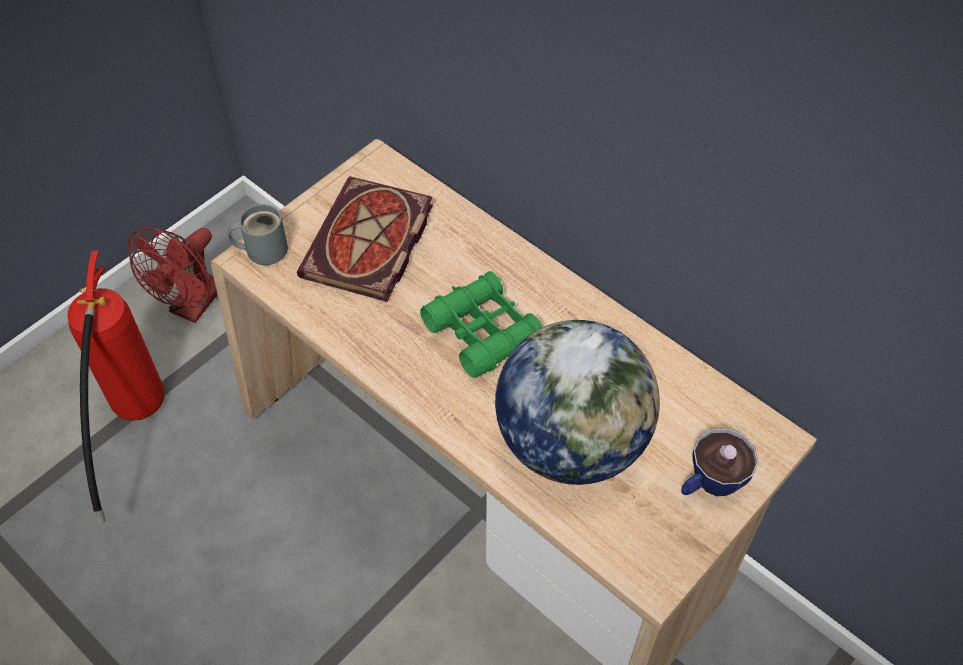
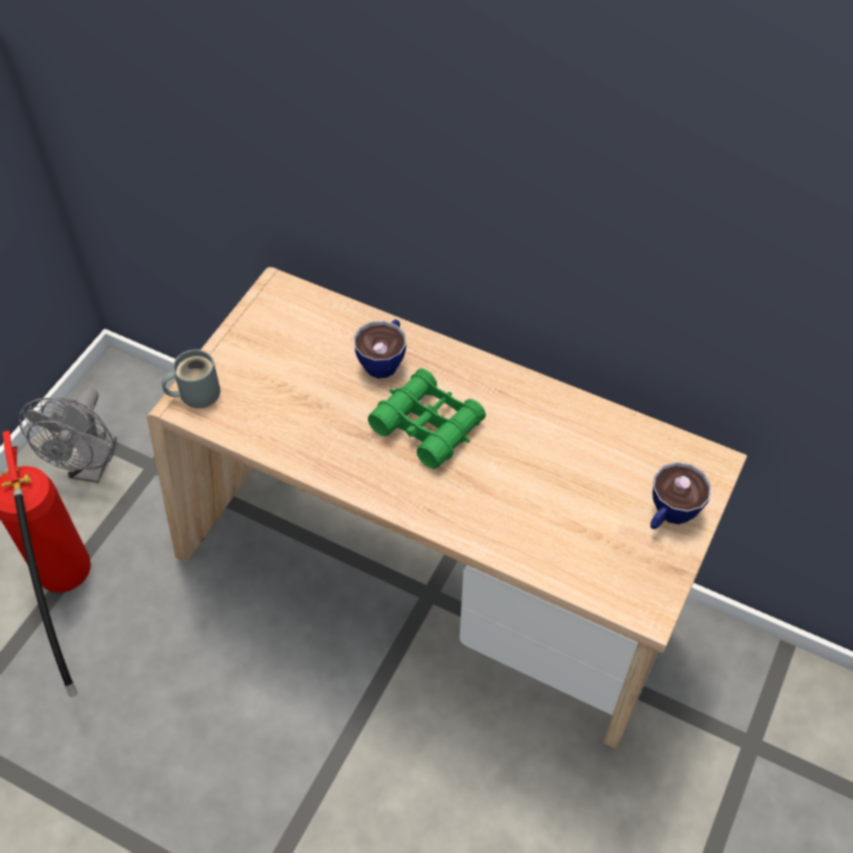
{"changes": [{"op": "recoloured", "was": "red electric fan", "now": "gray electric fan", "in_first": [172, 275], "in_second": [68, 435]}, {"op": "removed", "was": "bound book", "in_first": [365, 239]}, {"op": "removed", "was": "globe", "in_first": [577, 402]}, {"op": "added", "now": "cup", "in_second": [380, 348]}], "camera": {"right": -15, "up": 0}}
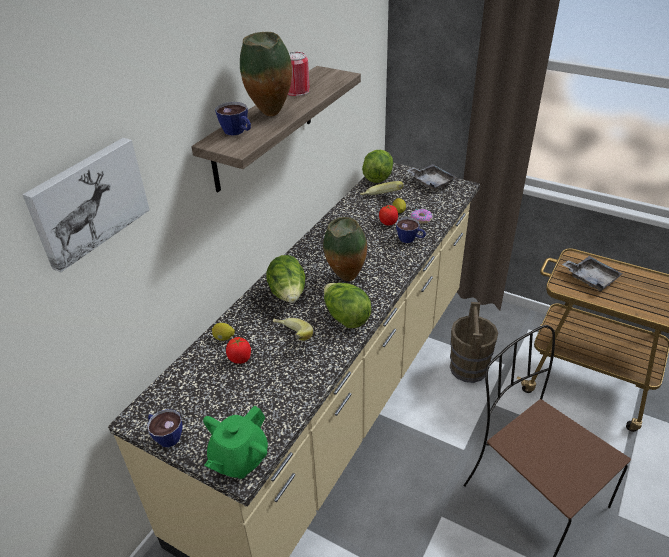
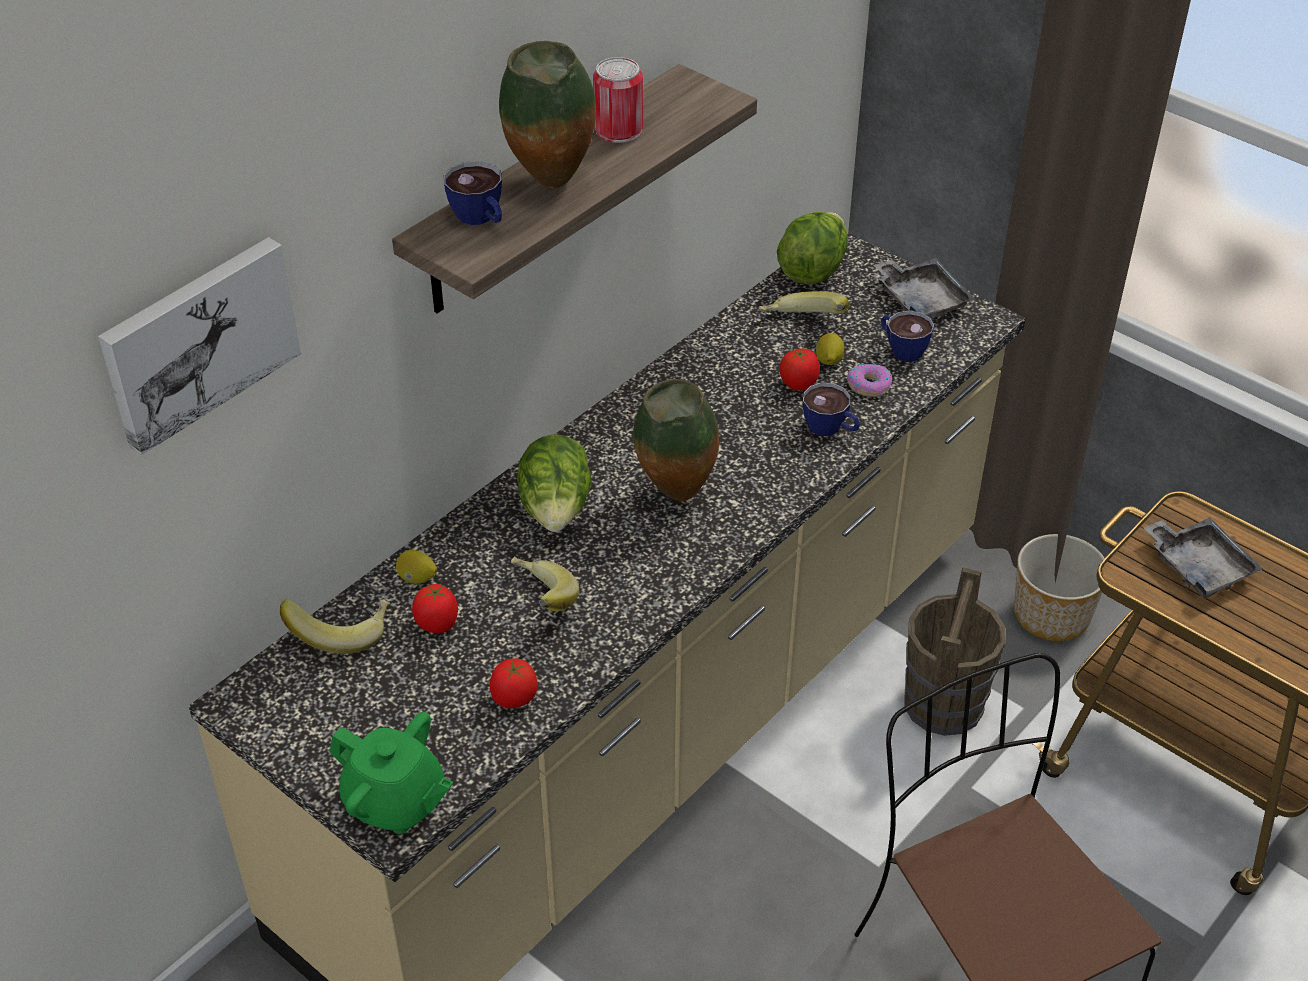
{"changes": [{"op": "moved", "was": "cup", "in_first": [164, 428], "in_second": [907, 336]}, {"op": "turned", "was": "green-coloured teapot", "in_first": [235, 442], "in_second": [391, 773], "clockwise": -105}, {"op": "removed", "was": "lettuce head", "in_first": [348, 305]}, {"op": "added", "now": "banana fruit", "in_second": [335, 626]}, {"op": "added", "now": "whole tomato", "in_second": [513, 683]}, {"op": "added", "now": "flower pot", "in_second": [1059, 587]}], "camera": {"right": 10, "up": 5}}
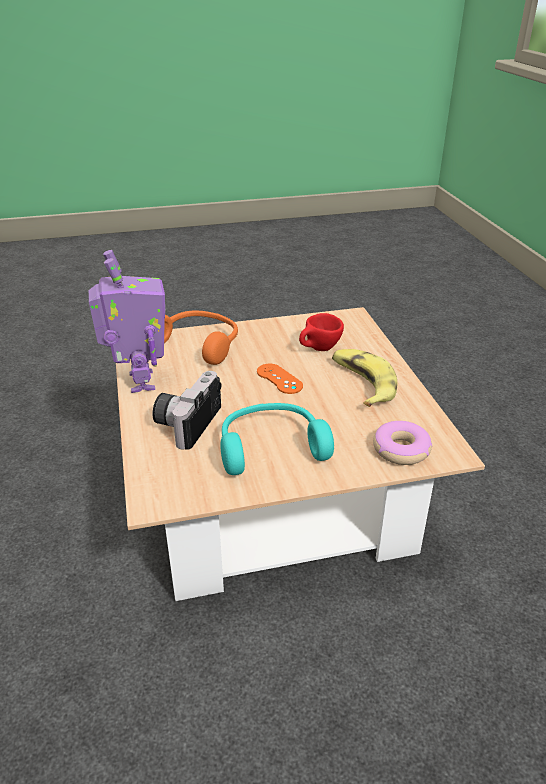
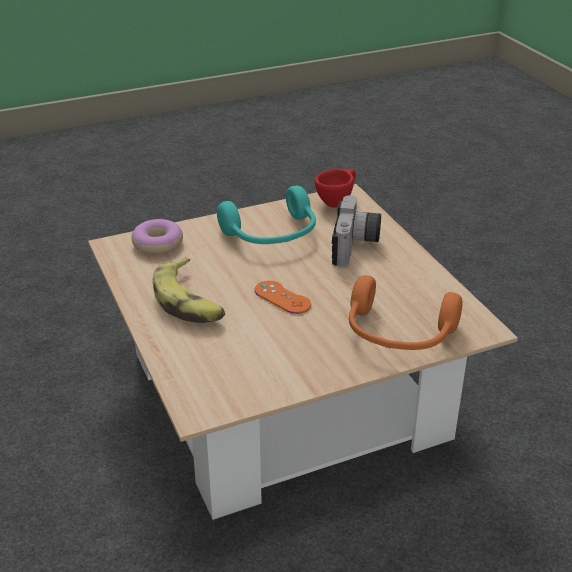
{"changes": [{"op": "removed", "was": "model robot", "in_first": [127, 321]}, {"op": "moved", "was": "red cup", "in_first": [321, 332], "in_second": [335, 188]}], "camera": {"right": 170, "up": 0}}
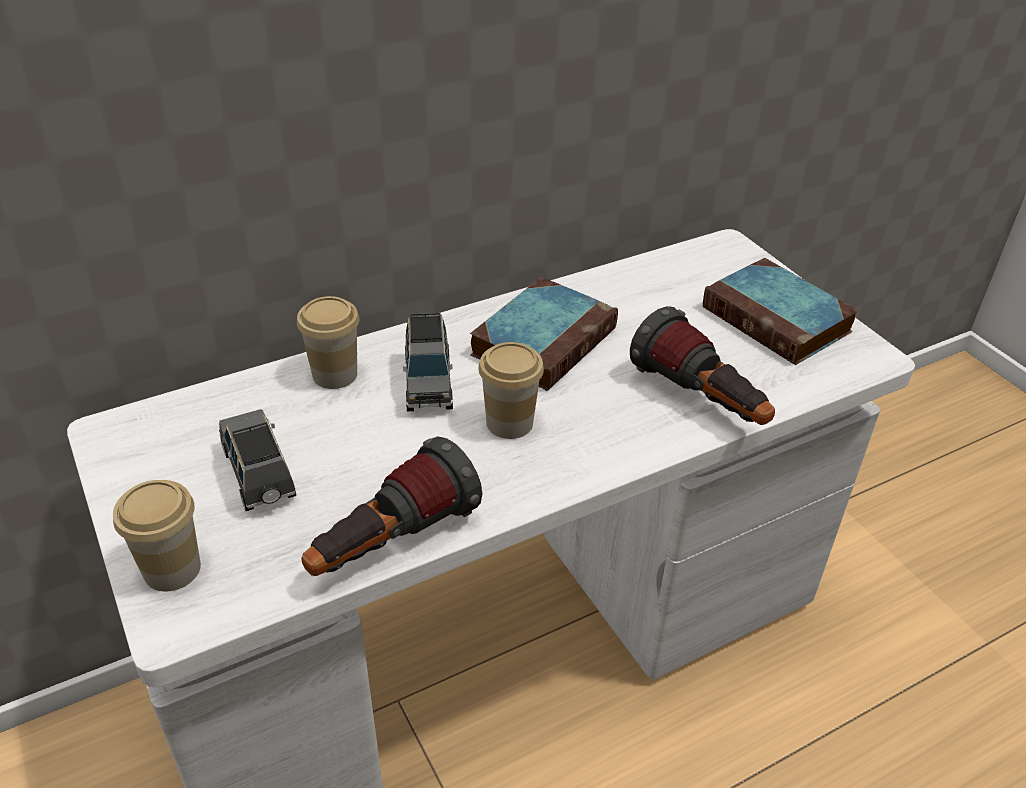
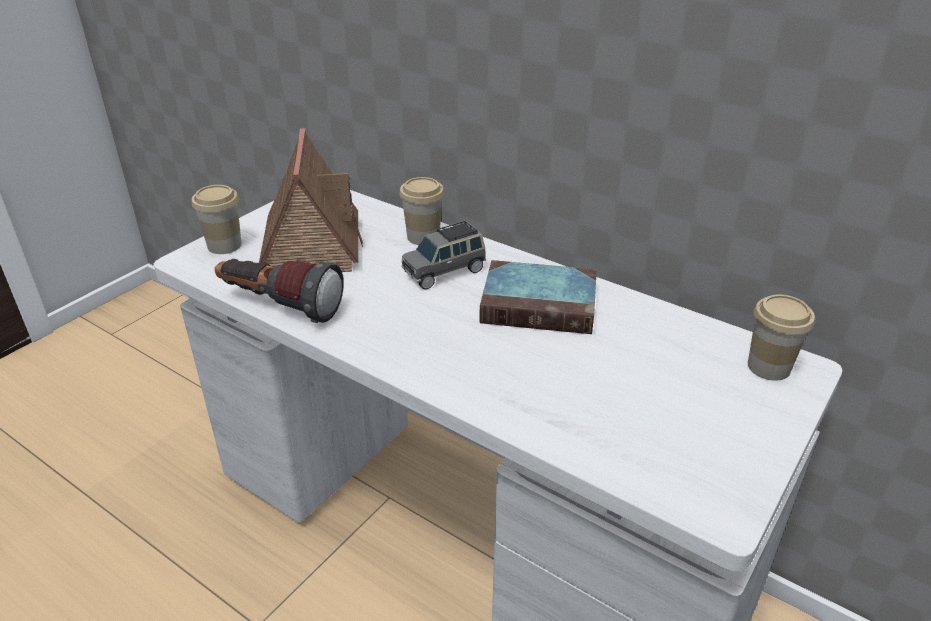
{"changes": [{"op": "replaced", "was": "gray miniature car", "now": "model house", "in_first": [257, 460], "in_second": [311, 200]}, {"op": "moved", "was": "cup", "in_first": [511, 390], "in_second": [781, 337]}, {"op": "removed", "was": "flashlight", "in_first": [702, 365]}, {"op": "removed", "was": "bound book", "in_first": [781, 311]}], "camera": {"right": 65, "up": -5}}
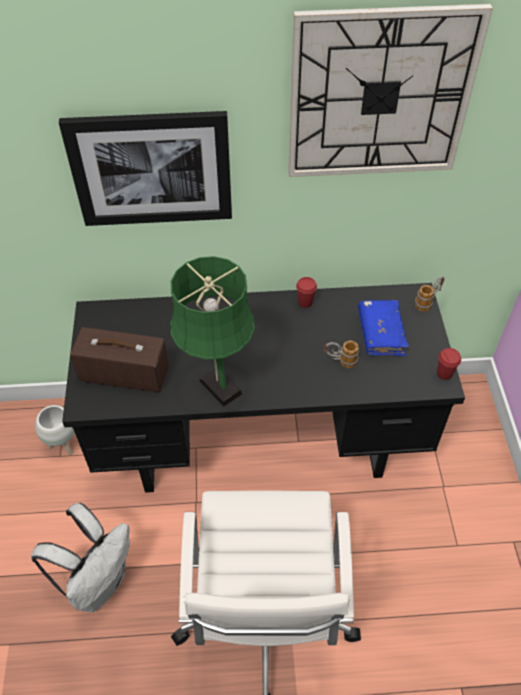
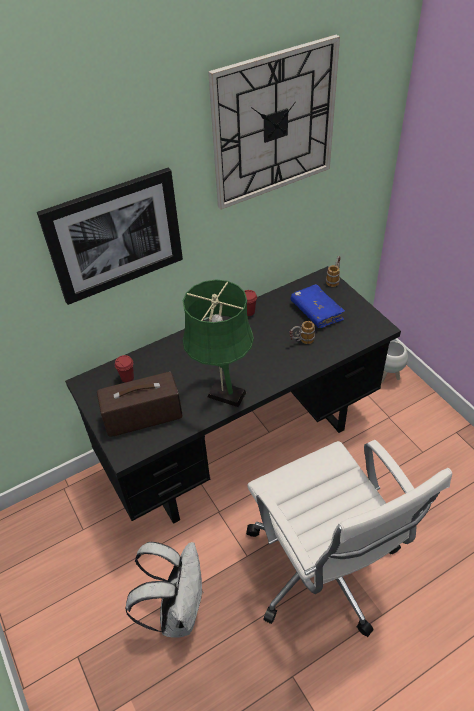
{"changes": [{"op": "moved", "was": "white-coloured flower pot", "in_first": [55, 430], "in_second": [394, 362]}, {"op": "moved", "was": "red cup", "in_first": [449, 364], "in_second": [124, 369]}], "camera": {"right": -25, "up": -5}}
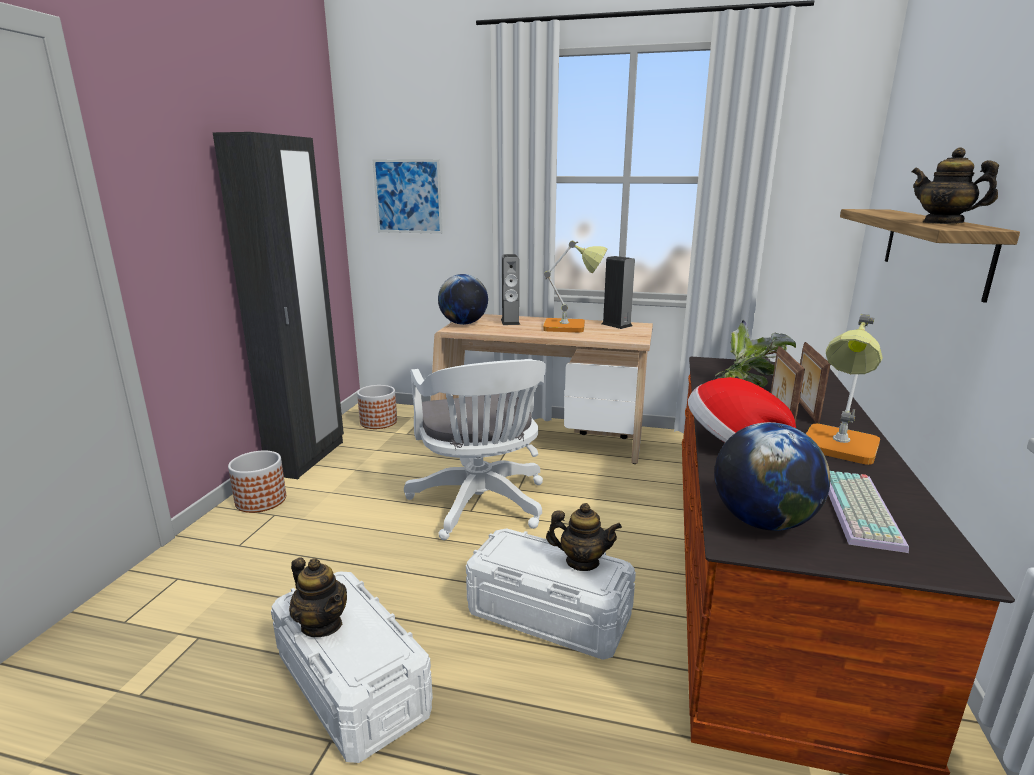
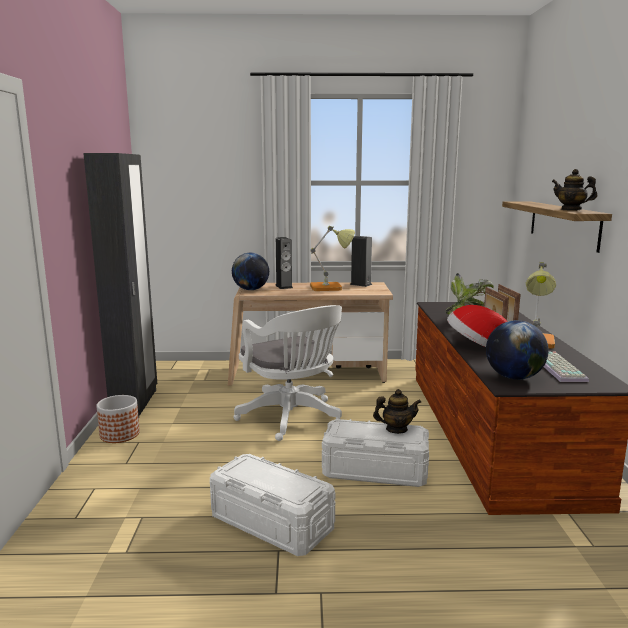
{"changes": [{"op": "removed", "was": "teapot", "in_first": [318, 597]}, {"op": "removed", "was": "flower pot", "in_first": [377, 407]}, {"op": "removed", "was": "wall art", "in_first": [407, 196]}], "camera": {"right": -15, "up": -5}}
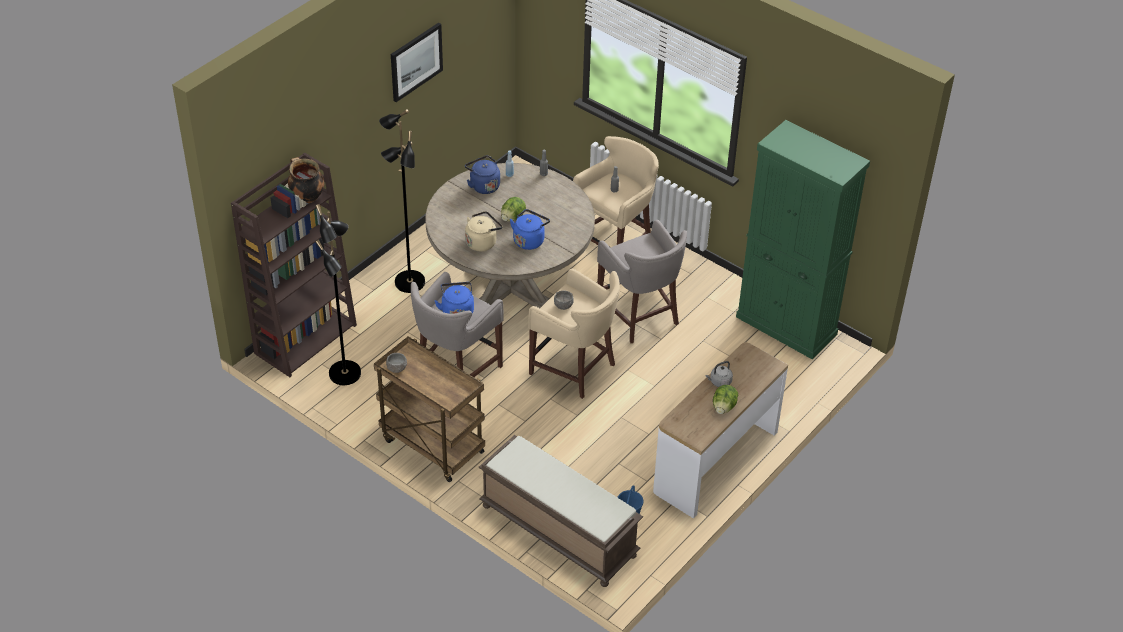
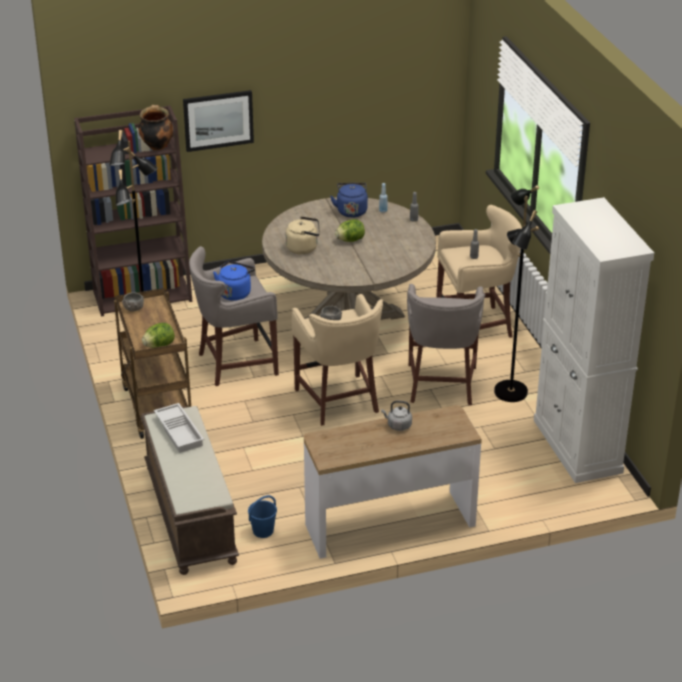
{"changes": [{"op": "moved", "was": "black standing lamp", "in_first": [402, 201], "in_second": [516, 293]}, {"op": "moved", "was": "wall art", "in_first": [417, 62], "in_second": [218, 121]}, {"op": "removed", "was": "blue tea kettle", "in_first": [530, 229]}, {"op": "moved", "was": "lettuce head", "in_first": [725, 399], "in_second": [158, 335]}, {"op": "recoloured", "was": "green-coloured cupboard", "now": "white-coloured cupboard", "in_first": [803, 239], "in_second": [594, 340]}, {"op": "added", "now": "white-coloured carrying tray", "in_second": [179, 428]}], "camera": {"right": 35, "up": -10}}
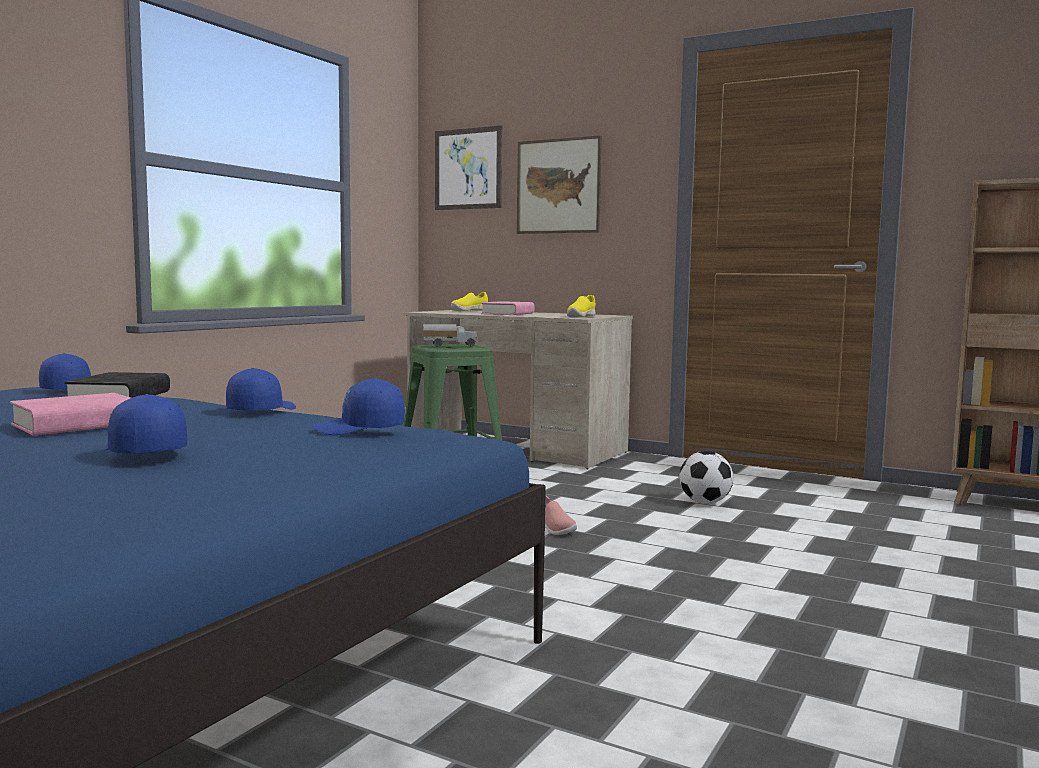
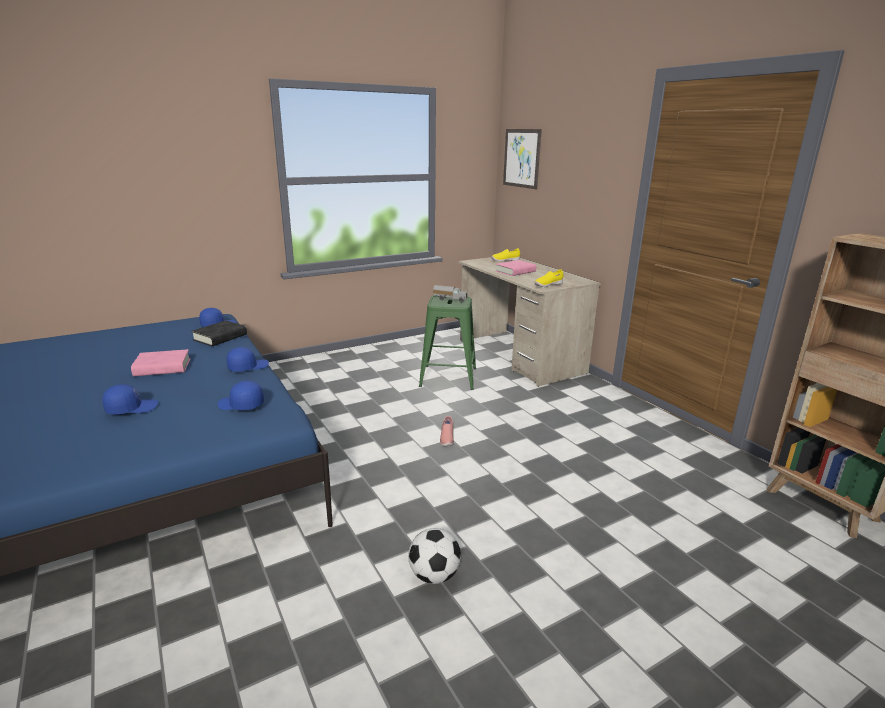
{"changes": [{"op": "turned", "was": "blue cap", "in_first": [145, 424], "in_second": [130, 399], "clockwise": 75}, {"op": "removed", "was": "wall art", "in_first": [559, 184]}, {"op": "moved", "was": "football ball", "in_first": [706, 477], "in_second": [434, 556]}], "camera": {"right": 30, "up": 15}}
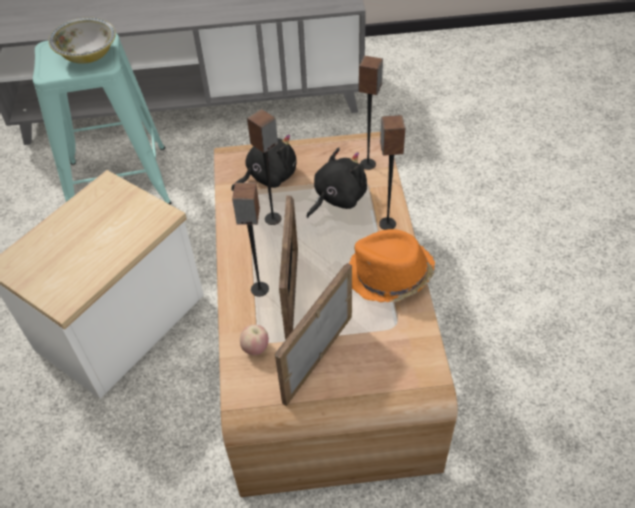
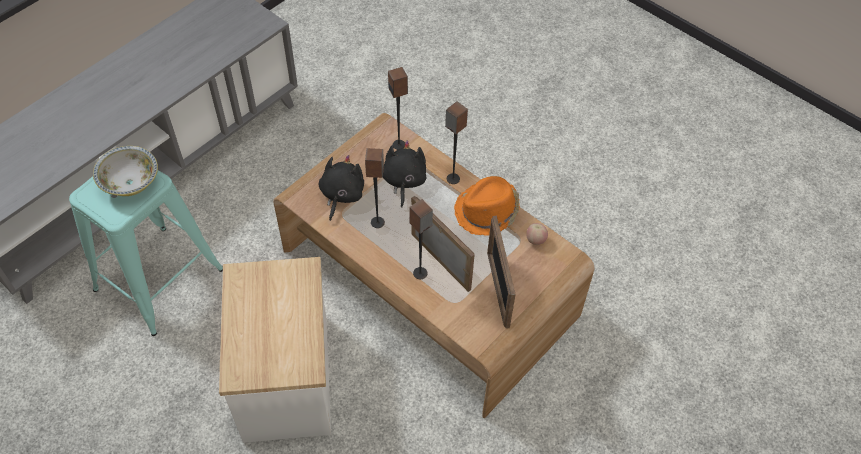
{"changes": [{"op": "moved", "was": "apple", "in_first": [254, 340], "in_second": [537, 234]}], "camera": {"right": -45, "up": 5}}
